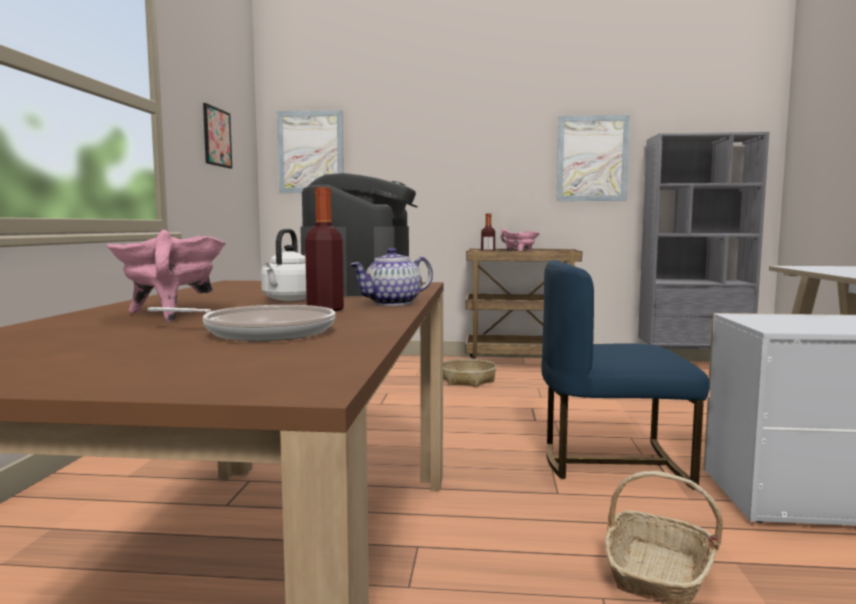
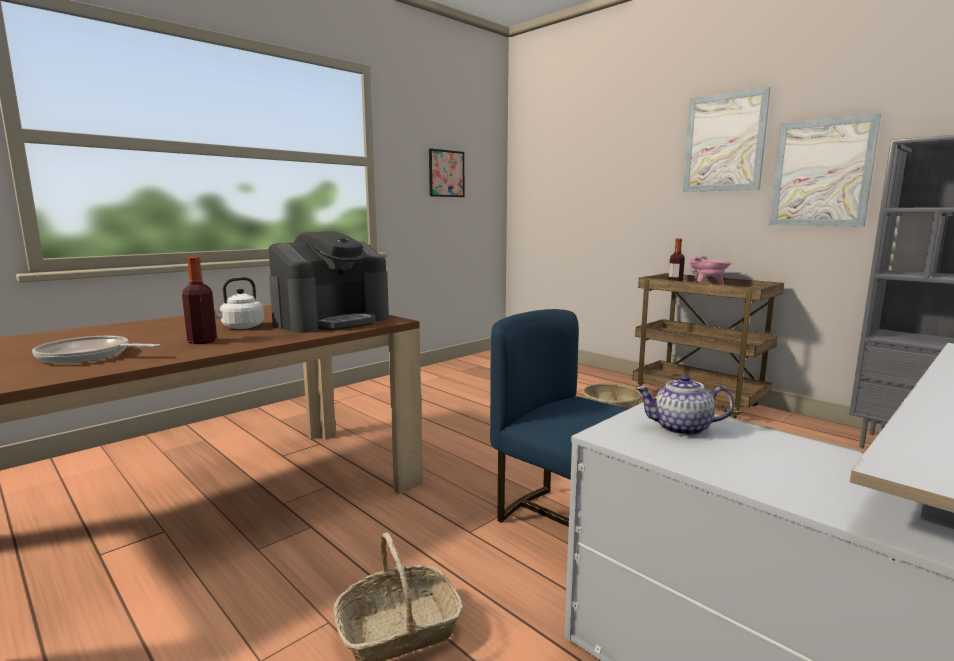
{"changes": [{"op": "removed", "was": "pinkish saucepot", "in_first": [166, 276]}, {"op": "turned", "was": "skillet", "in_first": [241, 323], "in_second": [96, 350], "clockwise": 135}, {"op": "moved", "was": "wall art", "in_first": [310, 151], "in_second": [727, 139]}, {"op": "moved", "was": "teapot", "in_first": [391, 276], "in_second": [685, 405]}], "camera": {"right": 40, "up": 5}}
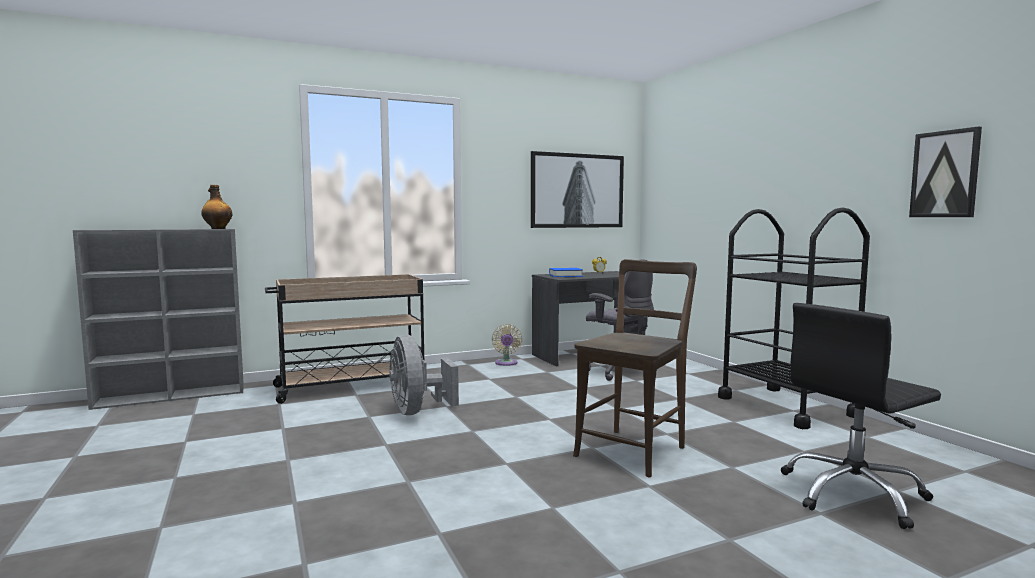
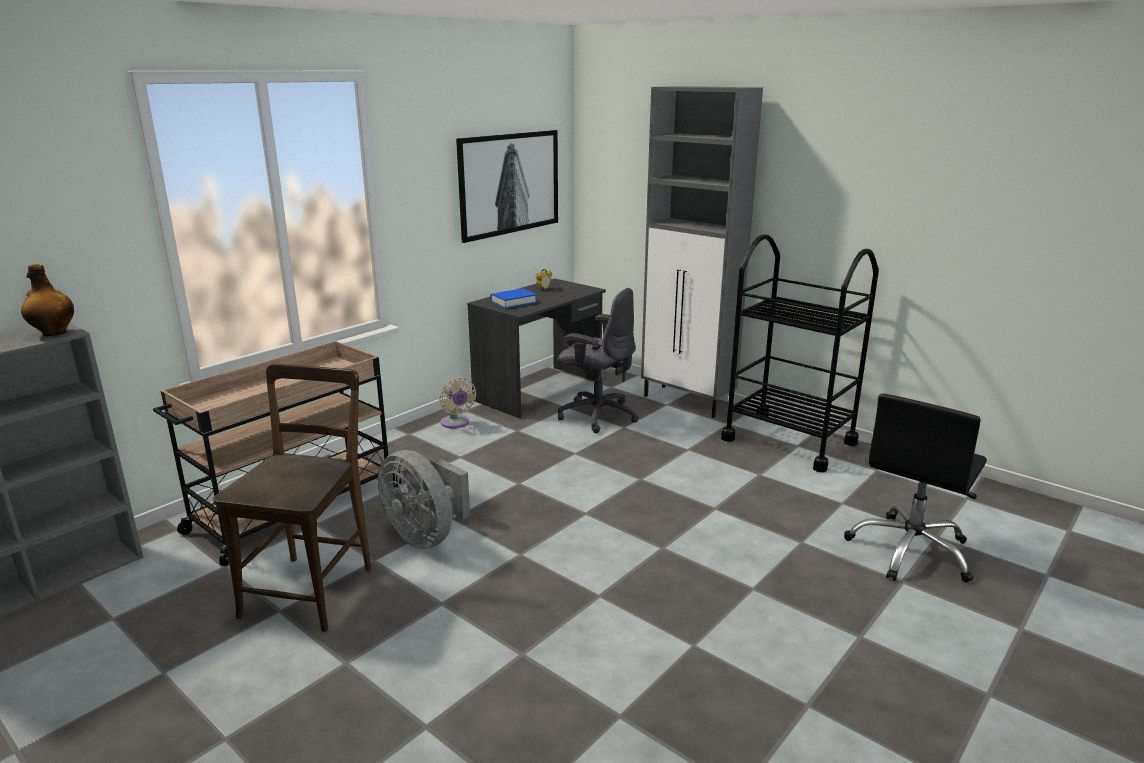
{"changes": [{"op": "moved", "was": "brownish upright chair", "in_first": [635, 368], "in_second": [292, 498]}, {"op": "removed", "was": "wall art", "in_first": [945, 171]}, {"op": "added", "now": "gray cupboard", "in_second": [702, 252]}], "camera": {"right": -25, "up": 15}}
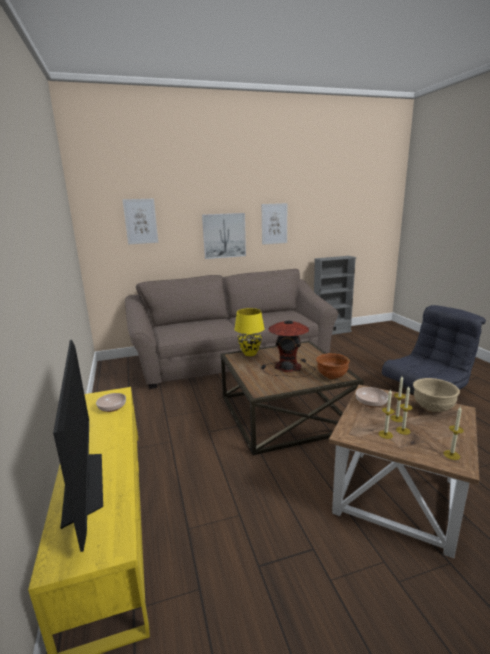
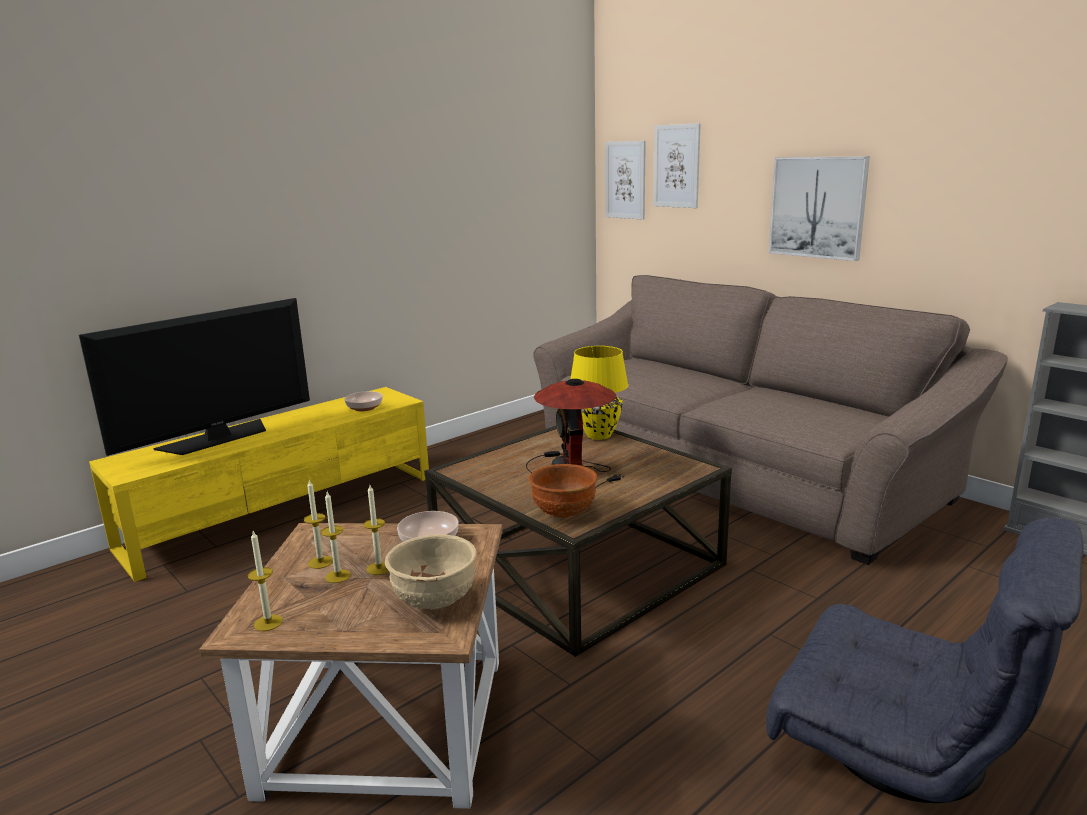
{"changes": [{"op": "moved", "was": "wall art", "in_first": [274, 224], "in_second": [625, 180]}], "camera": {"right": 65, "up": 0}}
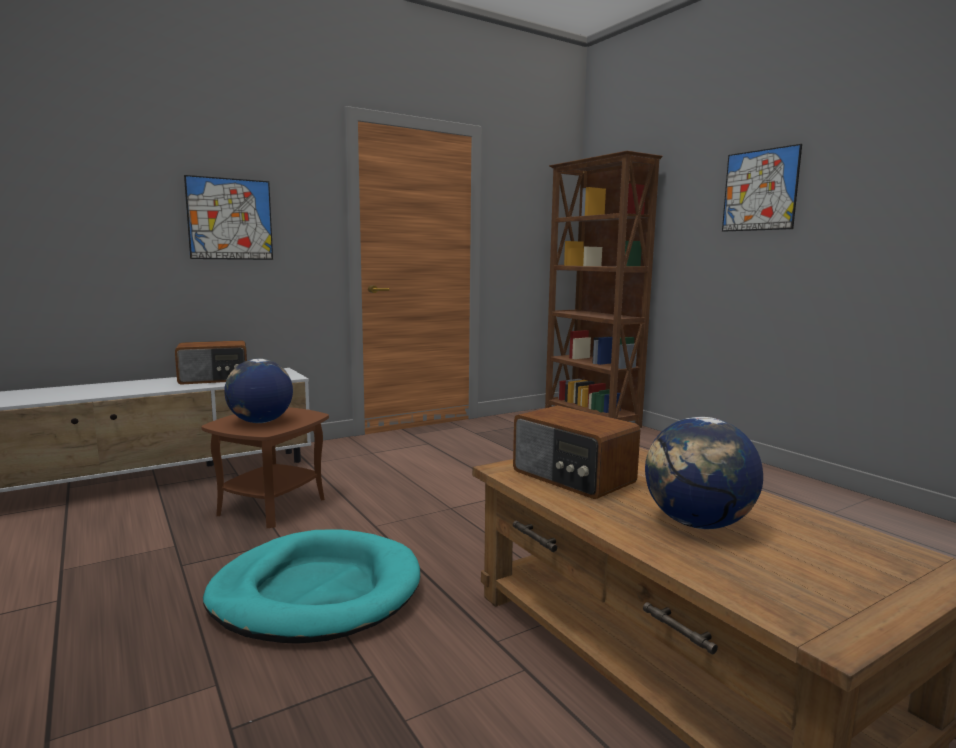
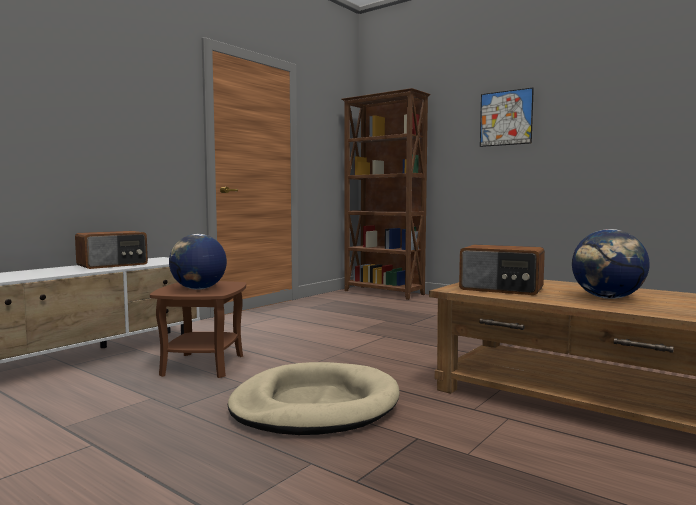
{"changes": [{"op": "removed", "was": "wall art", "in_first": [228, 217]}, {"op": "recoloured", "was": "turquoise dog cushion", "now": "beige dog cushion", "in_first": [311, 586], "in_second": [314, 398]}], "camera": {"right": -20, "up": -5}}
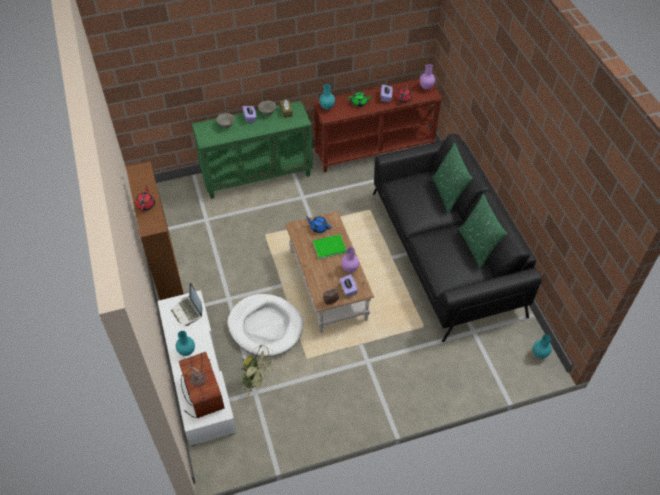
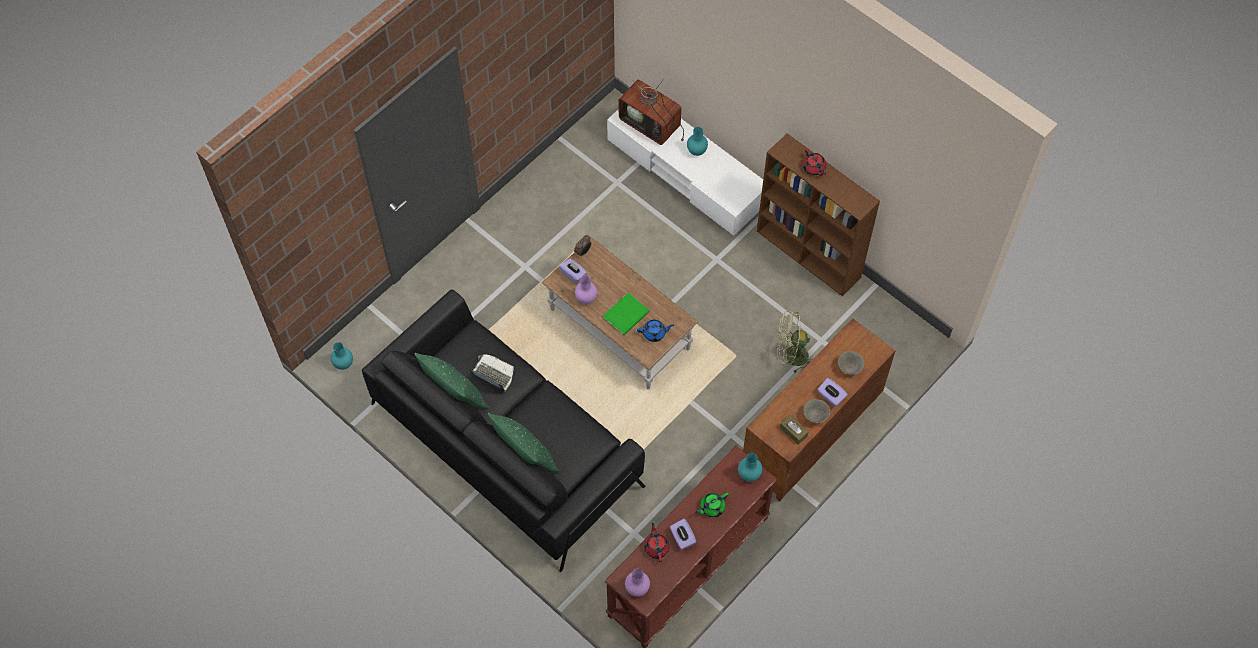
{"changes": [{"op": "moved", "was": "portable computer", "in_first": [186, 304], "in_second": [492, 372]}, {"op": "recoloured", "was": "green-coloured cupboard", "now": "brownish cupboard", "in_first": [252, 150], "in_second": [819, 409]}, {"op": "removed", "was": "white-coloured dog cushion", "in_first": [265, 325]}, {"op": "moved", "was": "green-coloured electric fan", "in_first": [257, 370], "in_second": [794, 342]}], "camera": {"right": 150, "up": 10}}
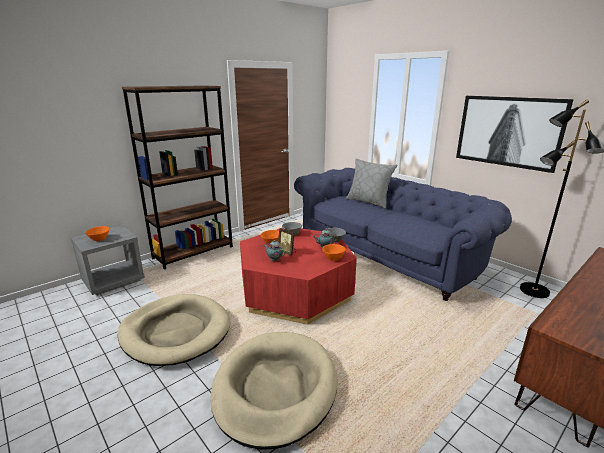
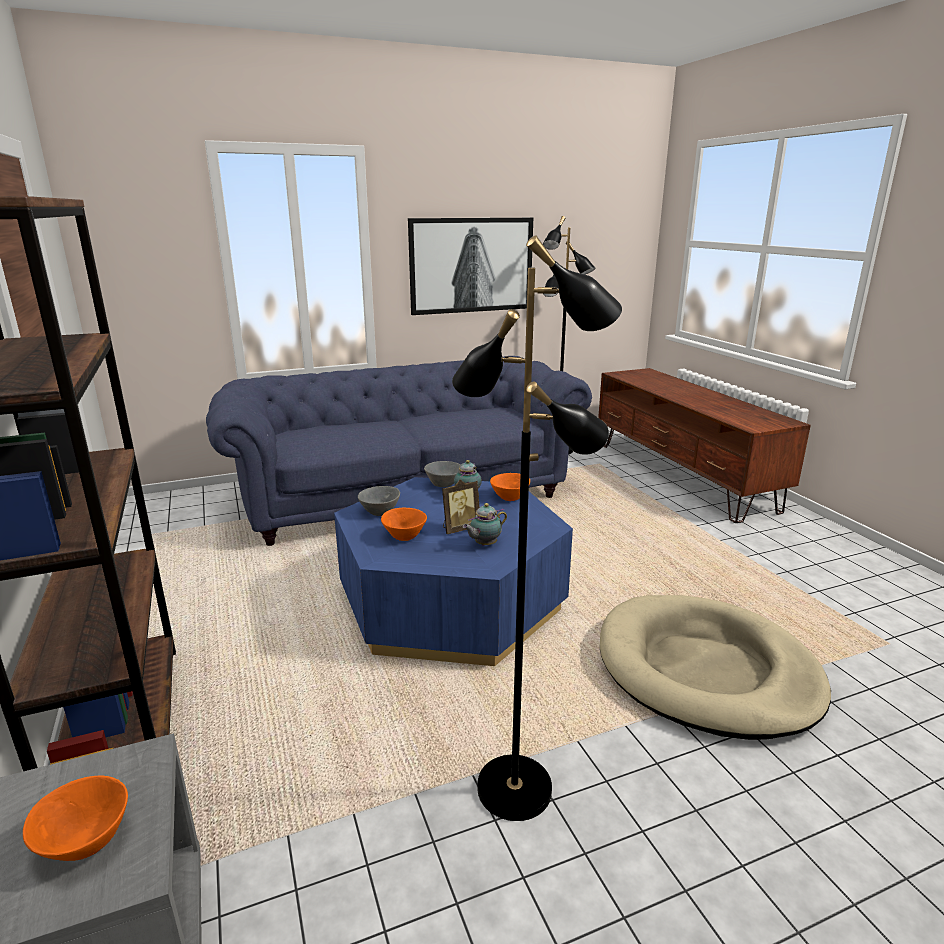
{"changes": [{"op": "replaced", "was": "beige dog cushion", "now": "black standing lamp", "in_first": [174, 330], "in_second": [537, 528]}, {"op": "recoloured", "was": "red lounge table", "now": "blue lounge table", "in_first": [298, 276], "in_second": [453, 571]}, {"op": "removed", "was": "gray throw pillow", "in_first": [371, 183]}], "camera": {"right": -70, "up": 0}}
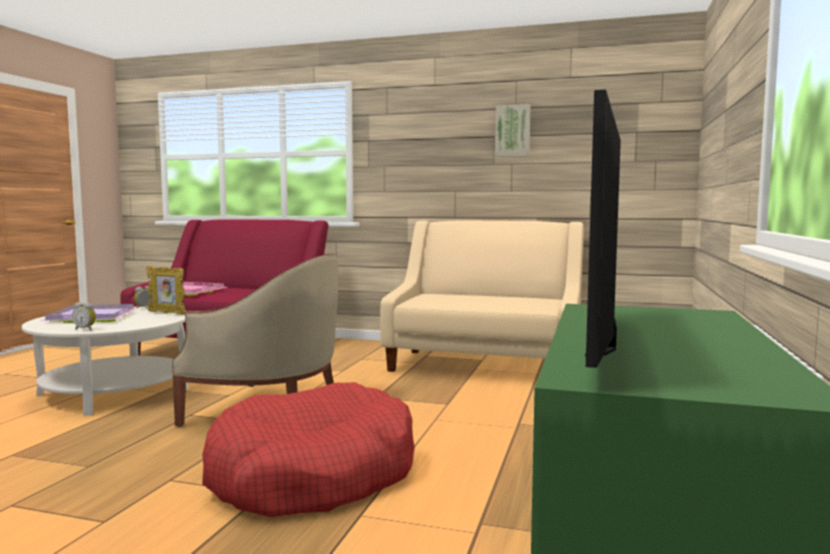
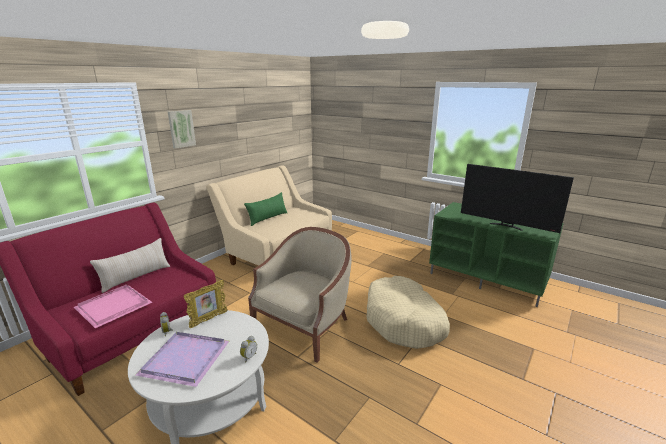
{"changes": [{"op": "recoloured", "was": "red dog cushion", "now": "beige dog cushion", "in_first": [308, 449], "in_second": [408, 312]}, {"op": "moved", "was": "wall art", "in_first": [513, 130], "in_second": [182, 129]}, {"op": "added", "now": "beige throw pillow", "in_second": [130, 265]}, {"op": "added", "now": "green-coloured throw pillow", "in_second": [265, 209]}], "camera": {"right": -70, "up": 15}}
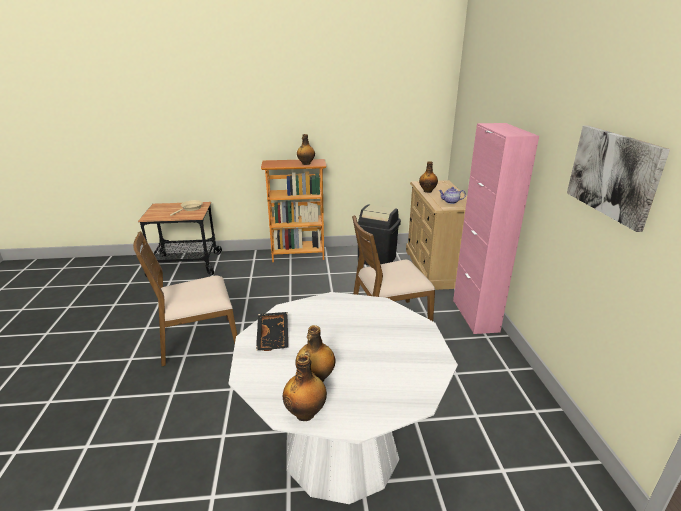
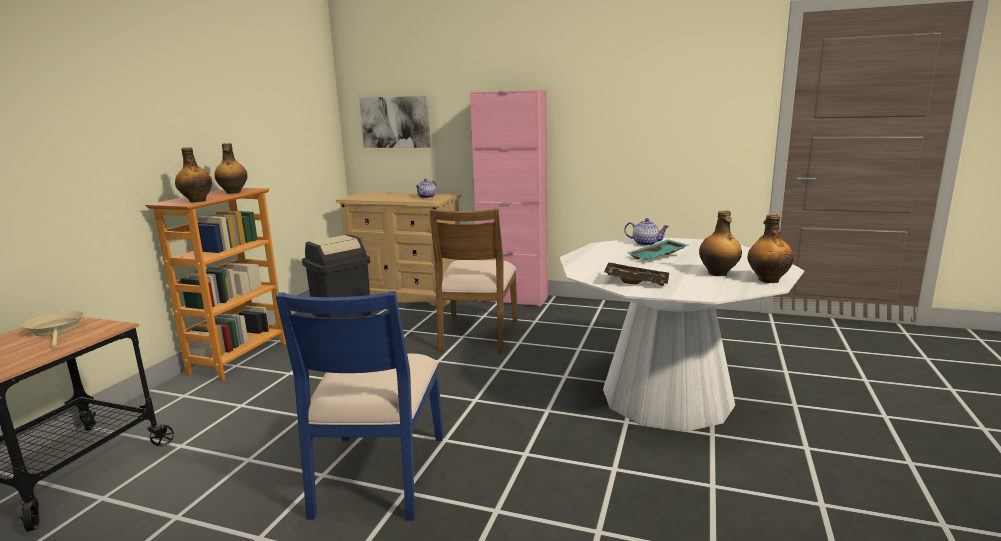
{"changes": [{"op": "recoloured", "was": "brownish upright chair", "now": "blue upright chair", "in_first": [185, 298], "in_second": [359, 406]}, {"op": "moved", "was": "beverage bottle", "in_first": [428, 177], "in_second": [193, 174]}, {"op": "moved", "was": "wall art", "in_first": [618, 178], "in_second": [395, 122]}, {"op": "added", "now": "teapot", "in_second": [647, 232]}, {"op": "added", "now": "turquoise carrying tray", "in_second": [658, 250]}], "camera": {"right": -65, "up": -10}}
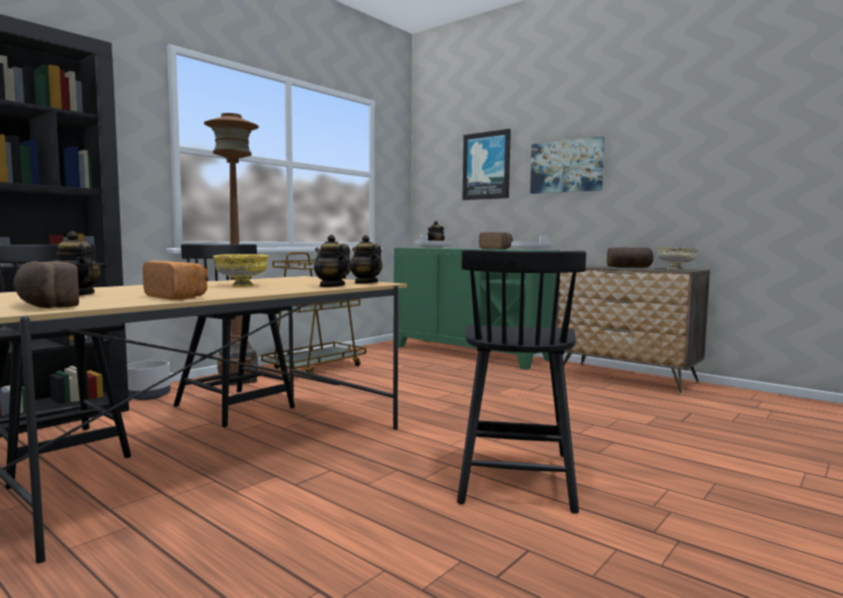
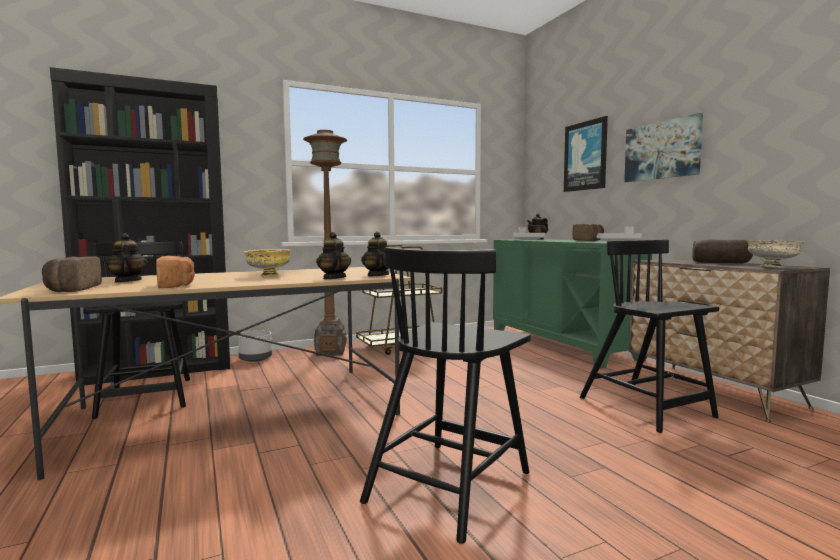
{"changes": [{"op": "moved", "was": "black upright chair", "in_first": [234, 335], "in_second": [649, 336]}], "camera": {"right": 25, "up": 0}}
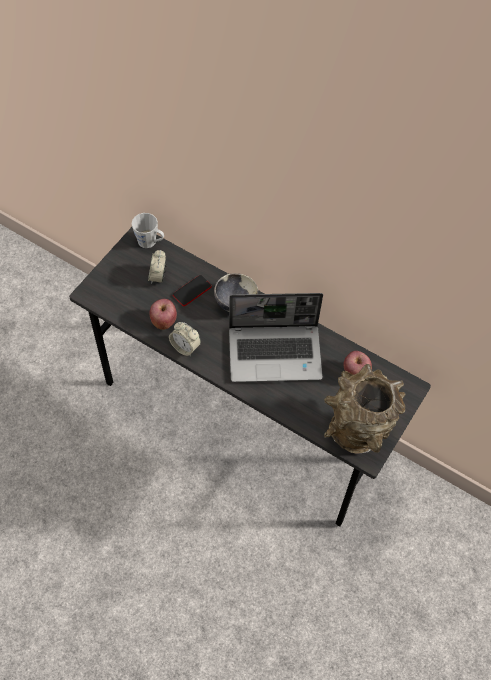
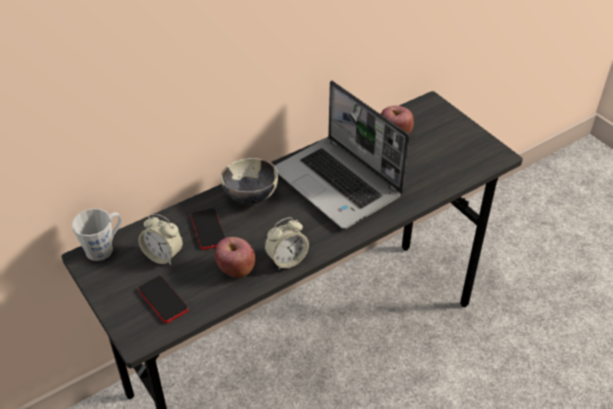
{"changes": [{"op": "turned", "was": "portable computer", "in_first": [276, 337], "in_second": [342, 154], "clockwise": 120}, {"op": "removed", "was": "brownish flower vase", "in_first": [365, 408]}, {"op": "added", "now": "phone", "in_second": [163, 299]}], "camera": {"right": -65, "up": -15}}
